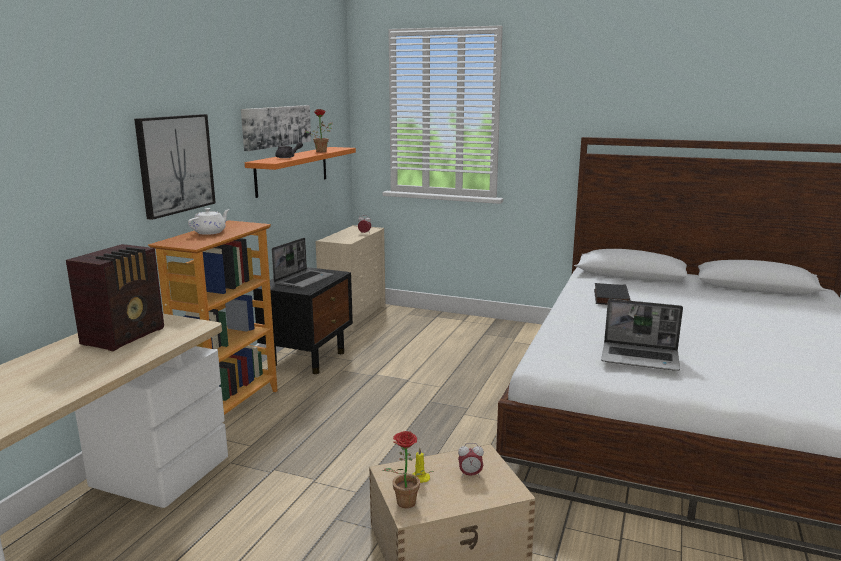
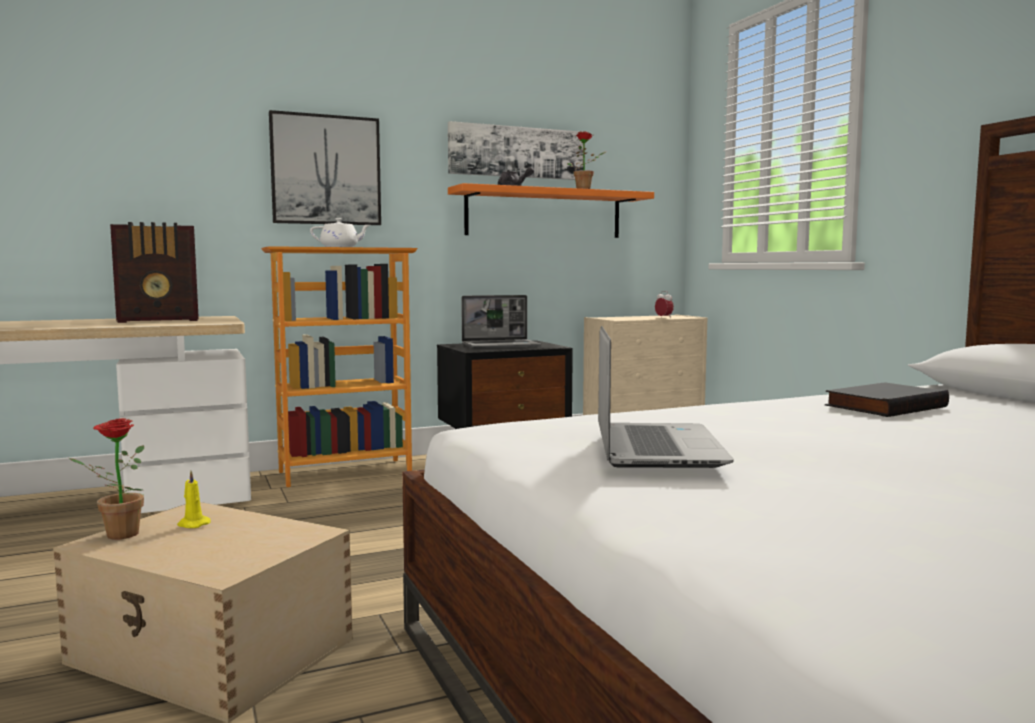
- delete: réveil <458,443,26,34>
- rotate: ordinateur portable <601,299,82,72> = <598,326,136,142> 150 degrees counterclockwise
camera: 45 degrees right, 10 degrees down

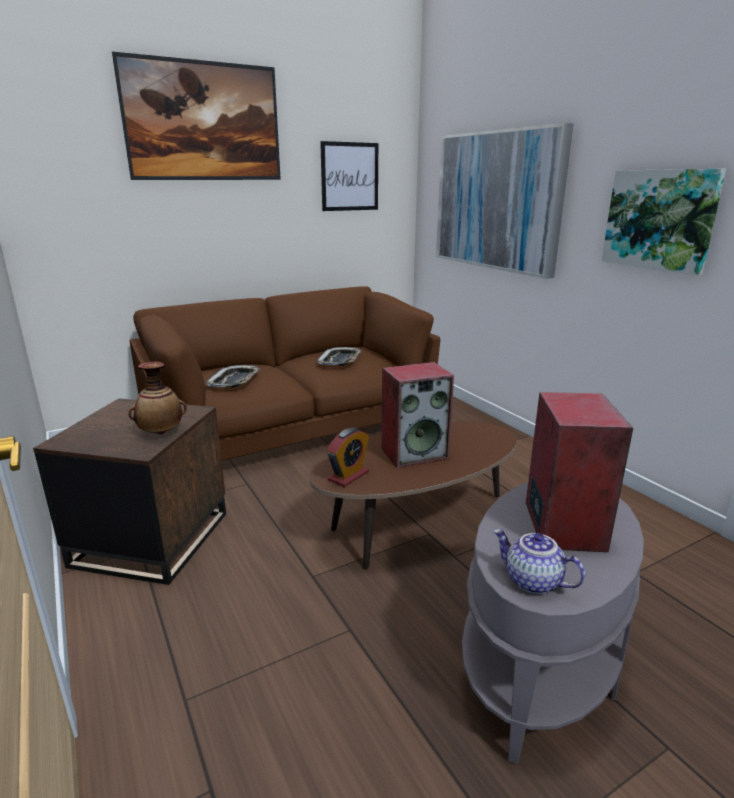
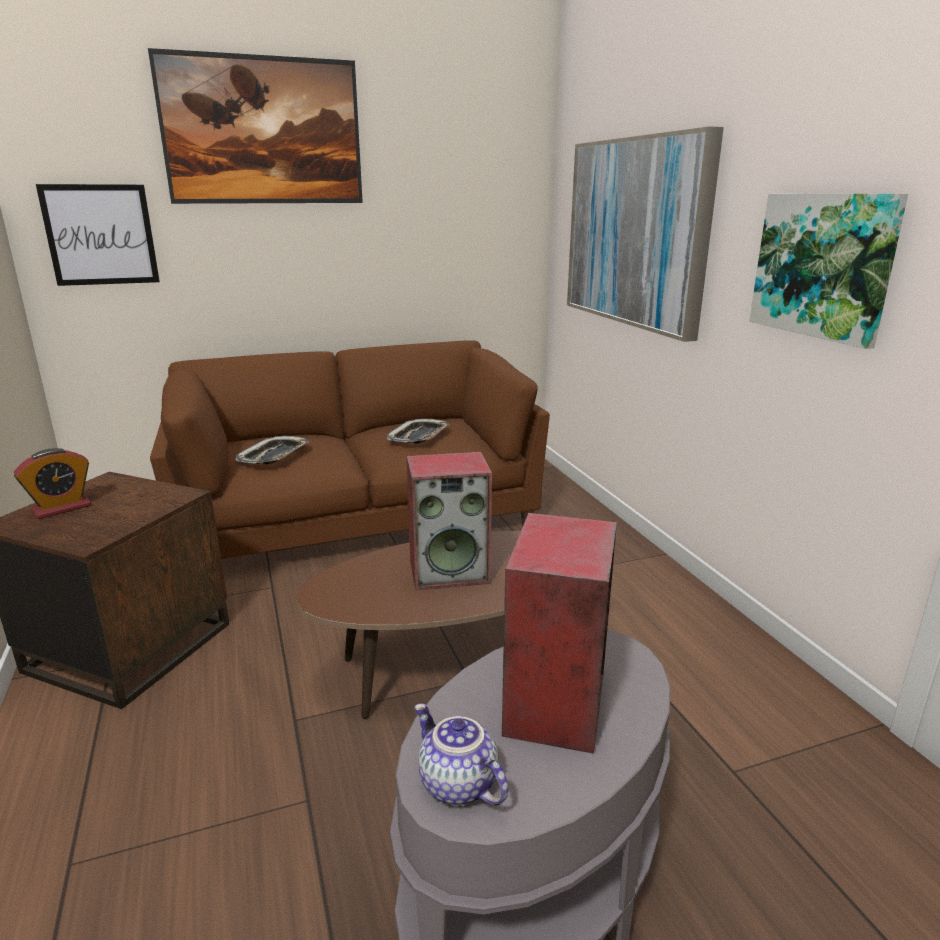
- delete: vase <129,362,58,72>
- move: tableau <320,141,58,70> to <36,184,124,102>
- move: réveil <326,428,43,59> to <14,448,77,71>
camera: 10 degrees right, 0 degrees up

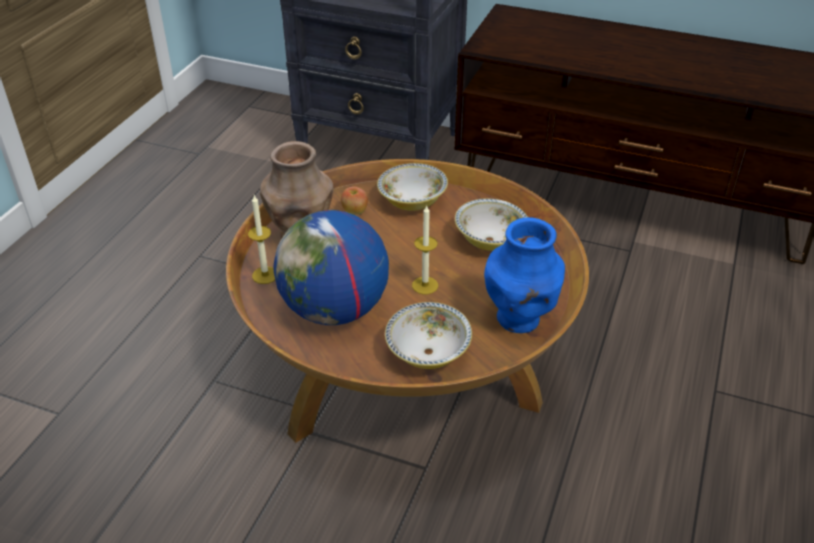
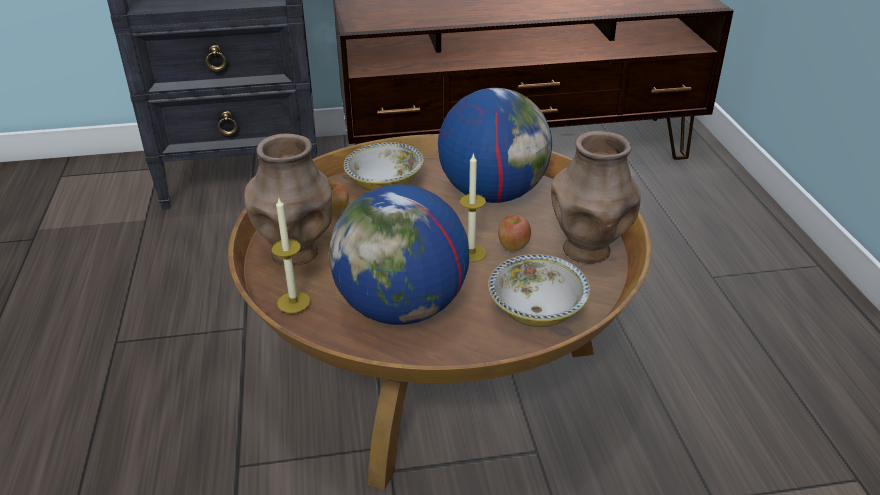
- insert: pomme <498,215,33,37>
- replace: bol <455,198,72,53> to globe <438,88,114,115>
- recolor: vase/bleu <484,217,81,116> to vase/marron <551,131,90,133>
camera: 30 degrees left, 5 degrees down

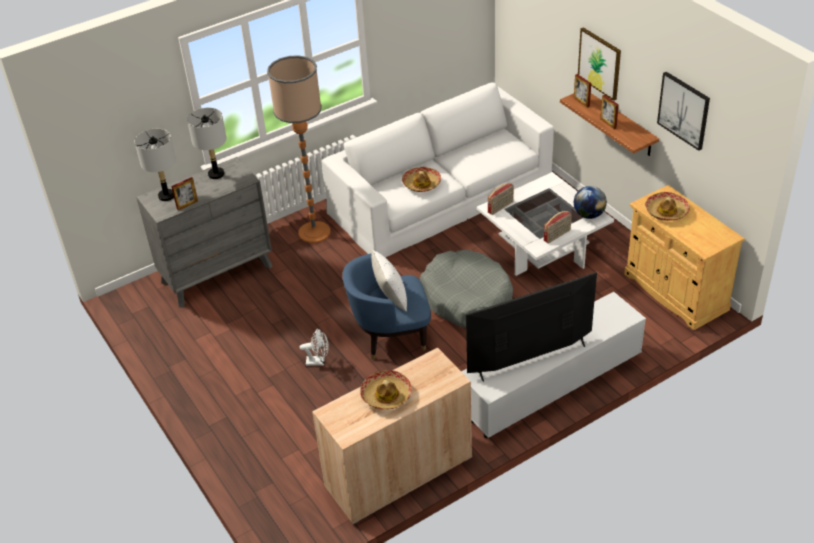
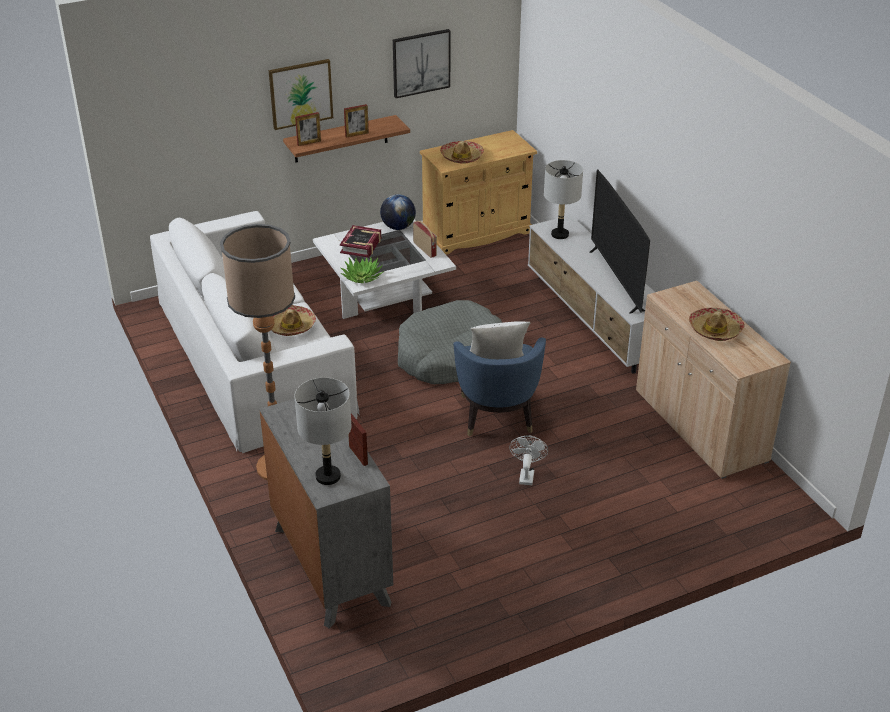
- insert: livre <340,225,41,33>
- move: lampe de table/gris <187,108,40,71> to <544,160,39,79>
- replace: radio <488,183,26,32> to plante en pot <340,257,44,26>
camera: 85 degrees left, 5 degrees down

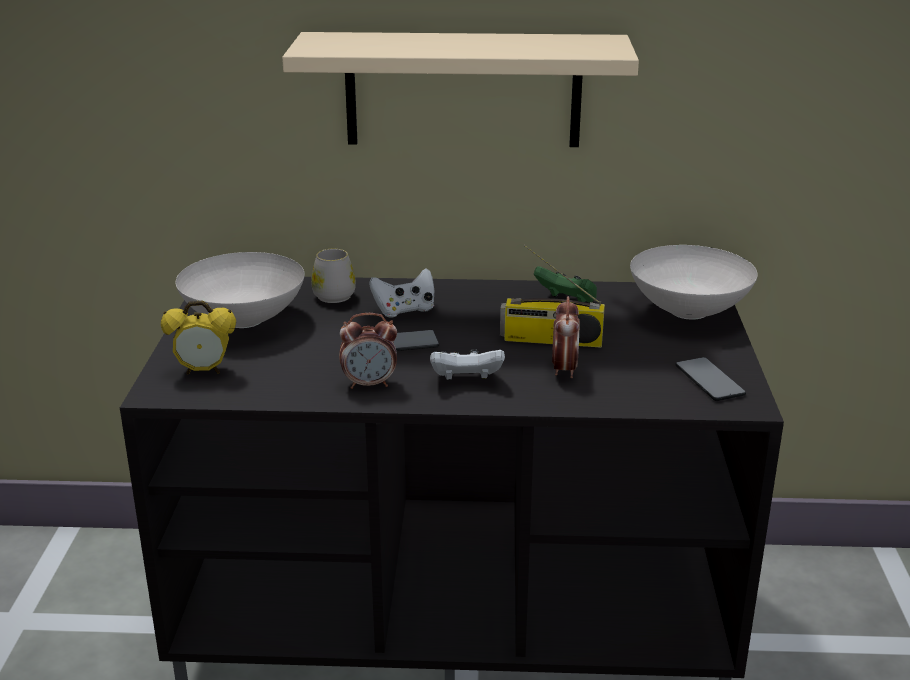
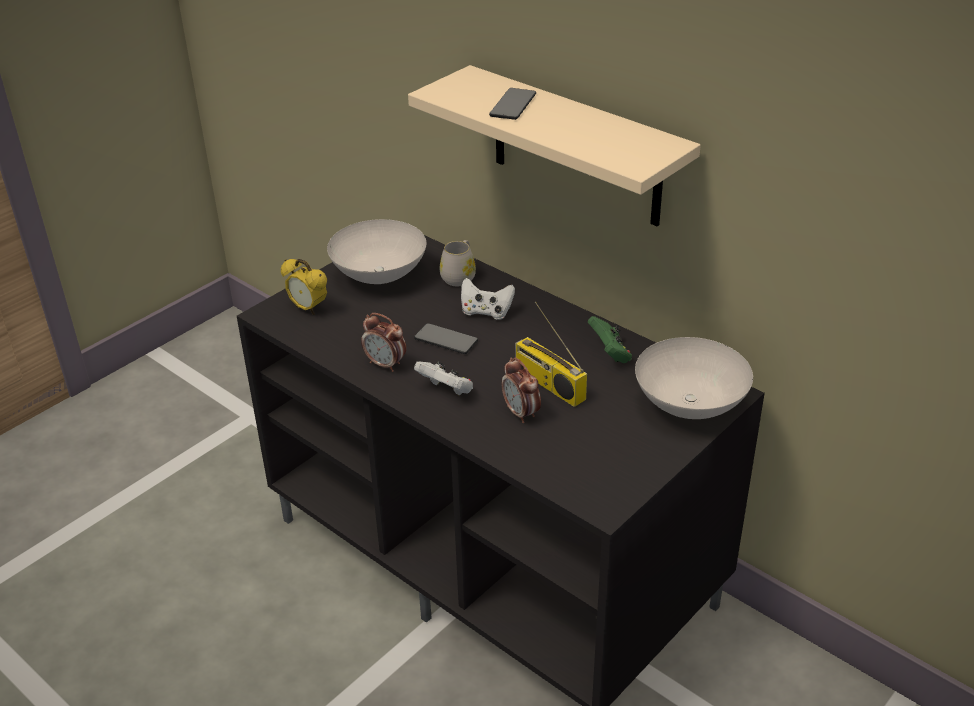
- move: téléphone <675,357,71,44> to <489,88,47,32>
- rotate: réveil <552,296,27,82> = <502,357,39,66> 105 degrees clockwise
camera: 40 degrees right, 10 degrees up

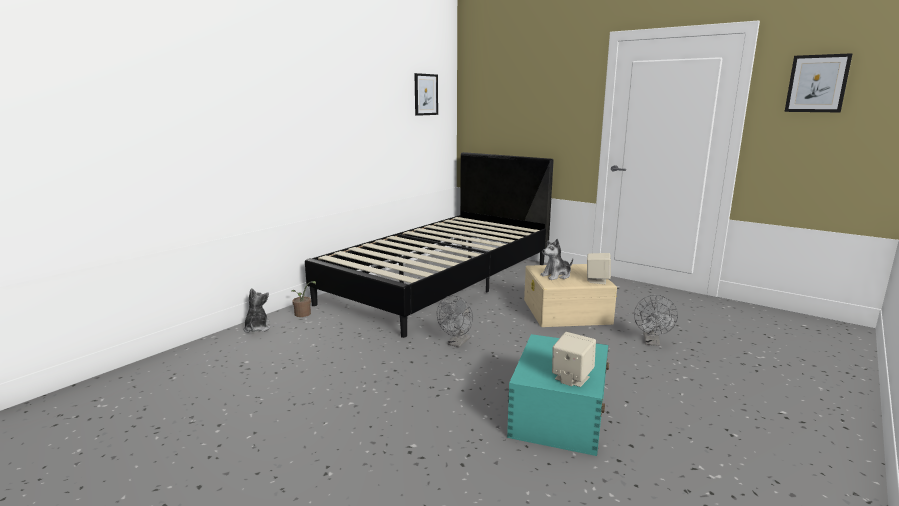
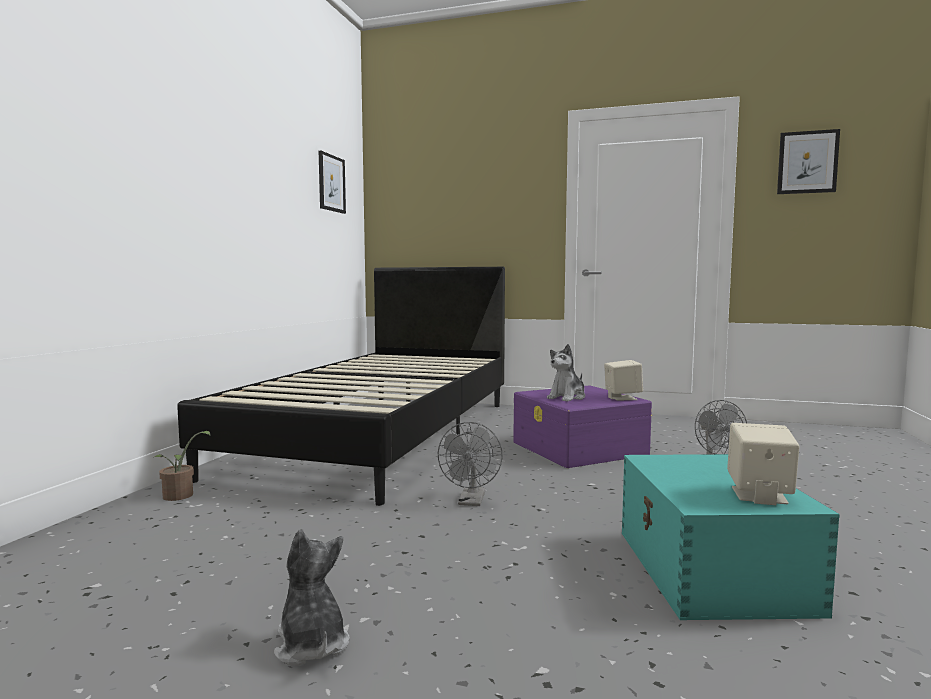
- move: peluche <243,288,28,45> to <274,530,76,136>
- recolor: boîte de rangement/beige <524,264,93,63> to boîte de rangement/violet <513,385,139,83>
camera: 20 degrees left, 10 degrees down

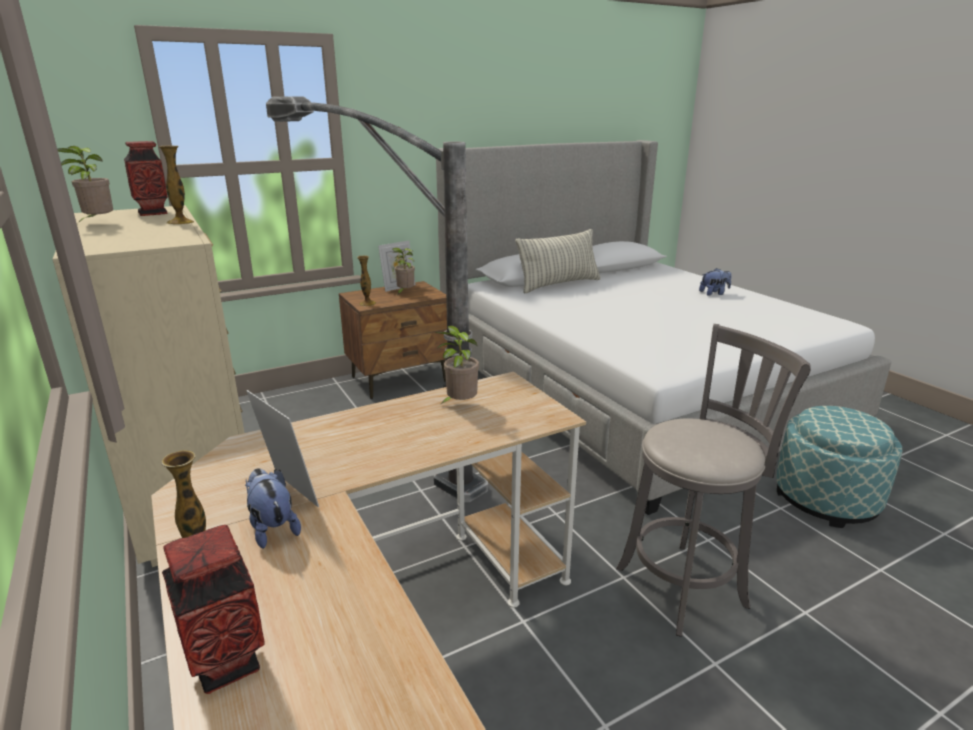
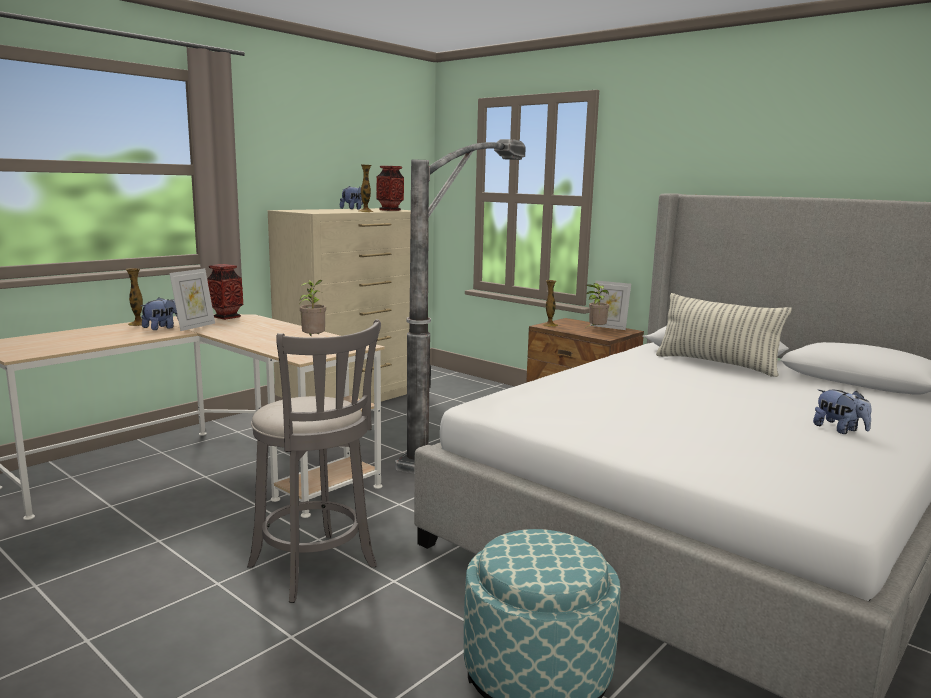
- move: vase <162,525,103,169> to <207,264,36,56>
- replace: plante en pot <57,146,56,77> to peluche <340,186,23,24>
camera: 70 degrees right, 10 degrees down

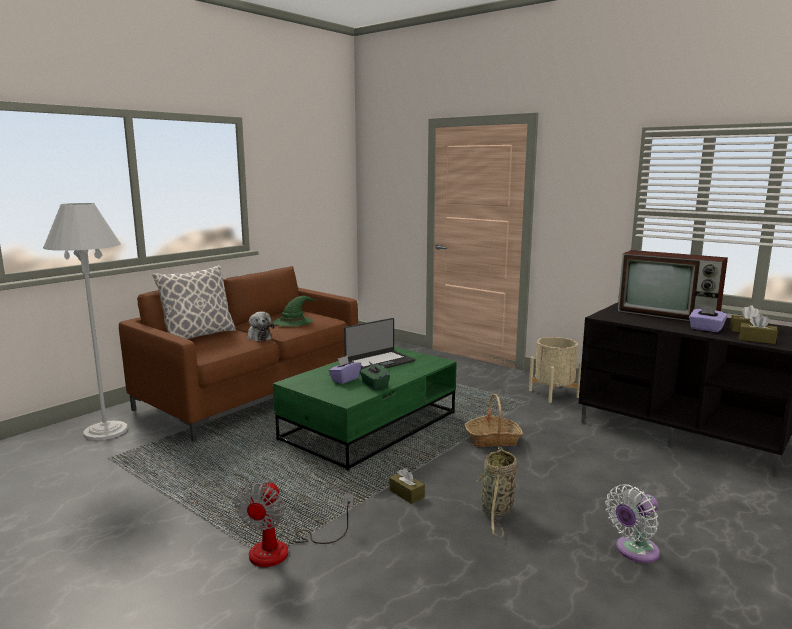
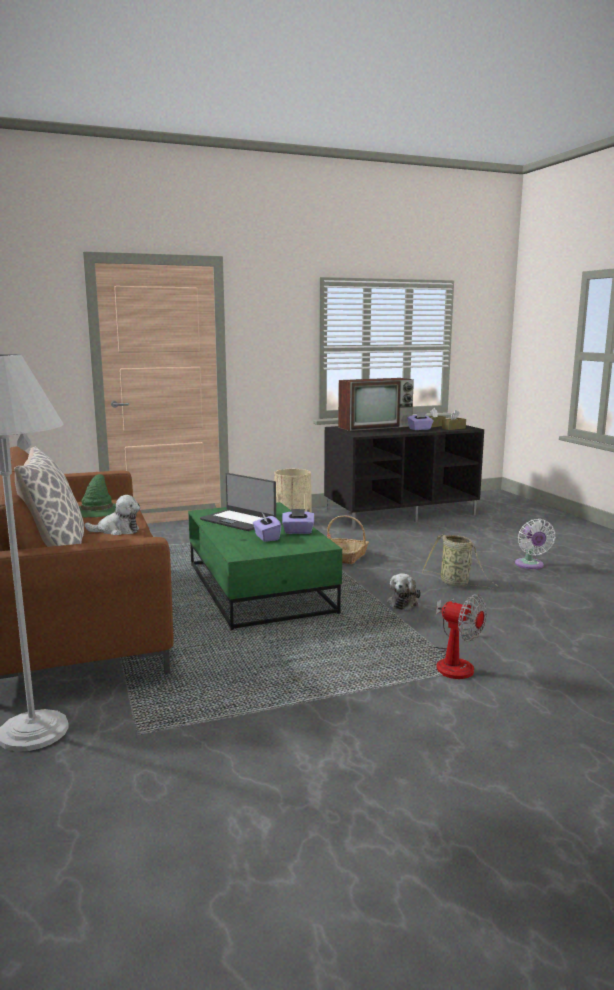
- replace: boîte à mouchoirs/marron <389,468,36,36> to peluche <387,573,34,37>
- recolor: boîte à mouchoirs/vert <360,362,30,28> to boîte à mouchoirs/violet <282,509,32,25>
- rotate: ordinateur portable <344,318,71,52> = <200,473,76,58> 135 degrees clockwise
camera: 60 degrees left, 0 degrees up

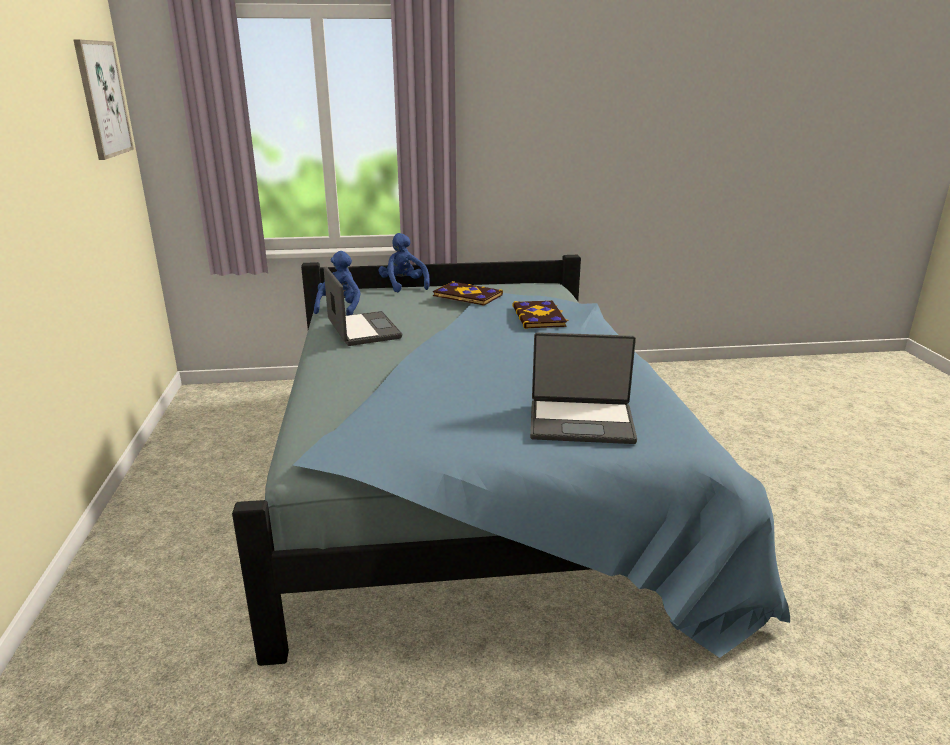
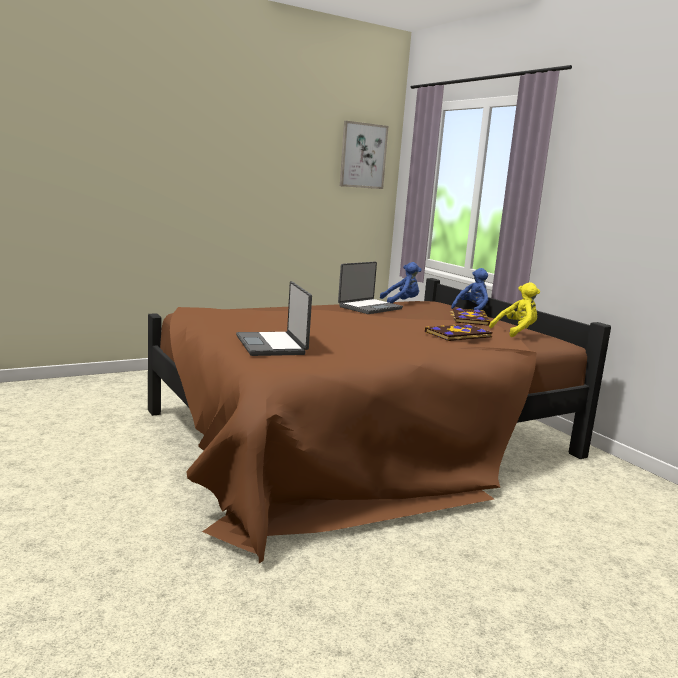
- insert: peluche/jaune <489,282,51,55>
- recolor: lit/bleu <232,255,558,411> to lit/marron <148,278,463,285>
camera: 65 degrees right, 10 degrees down

